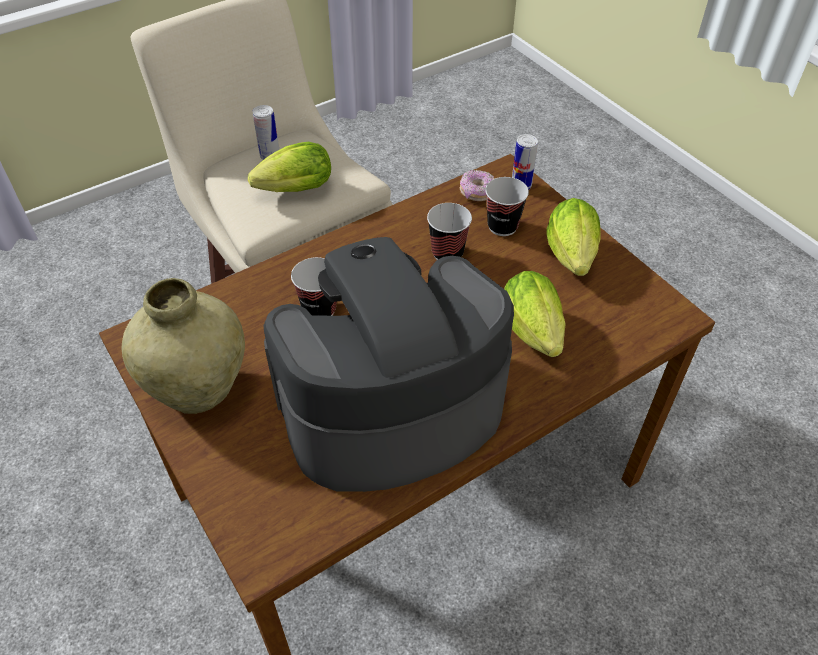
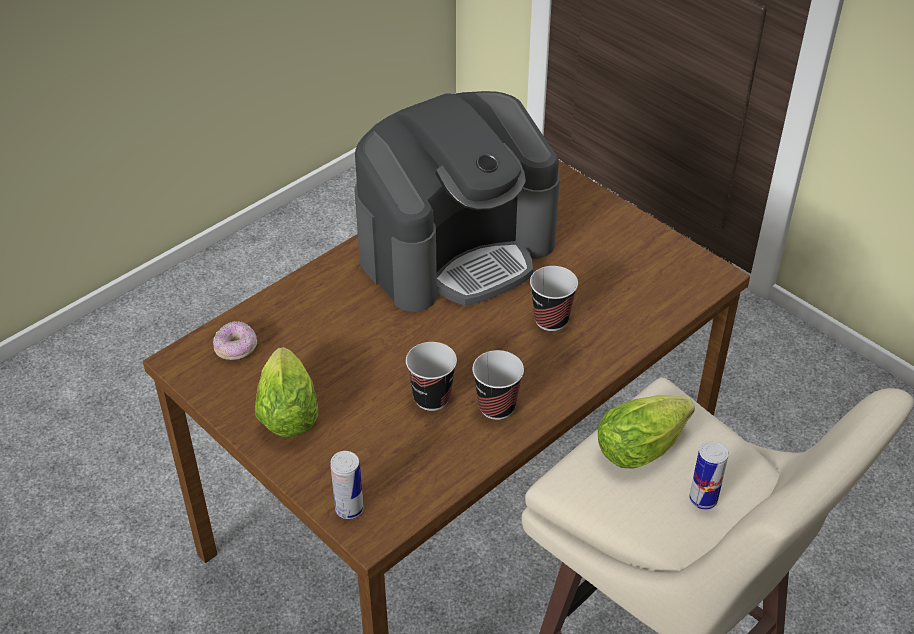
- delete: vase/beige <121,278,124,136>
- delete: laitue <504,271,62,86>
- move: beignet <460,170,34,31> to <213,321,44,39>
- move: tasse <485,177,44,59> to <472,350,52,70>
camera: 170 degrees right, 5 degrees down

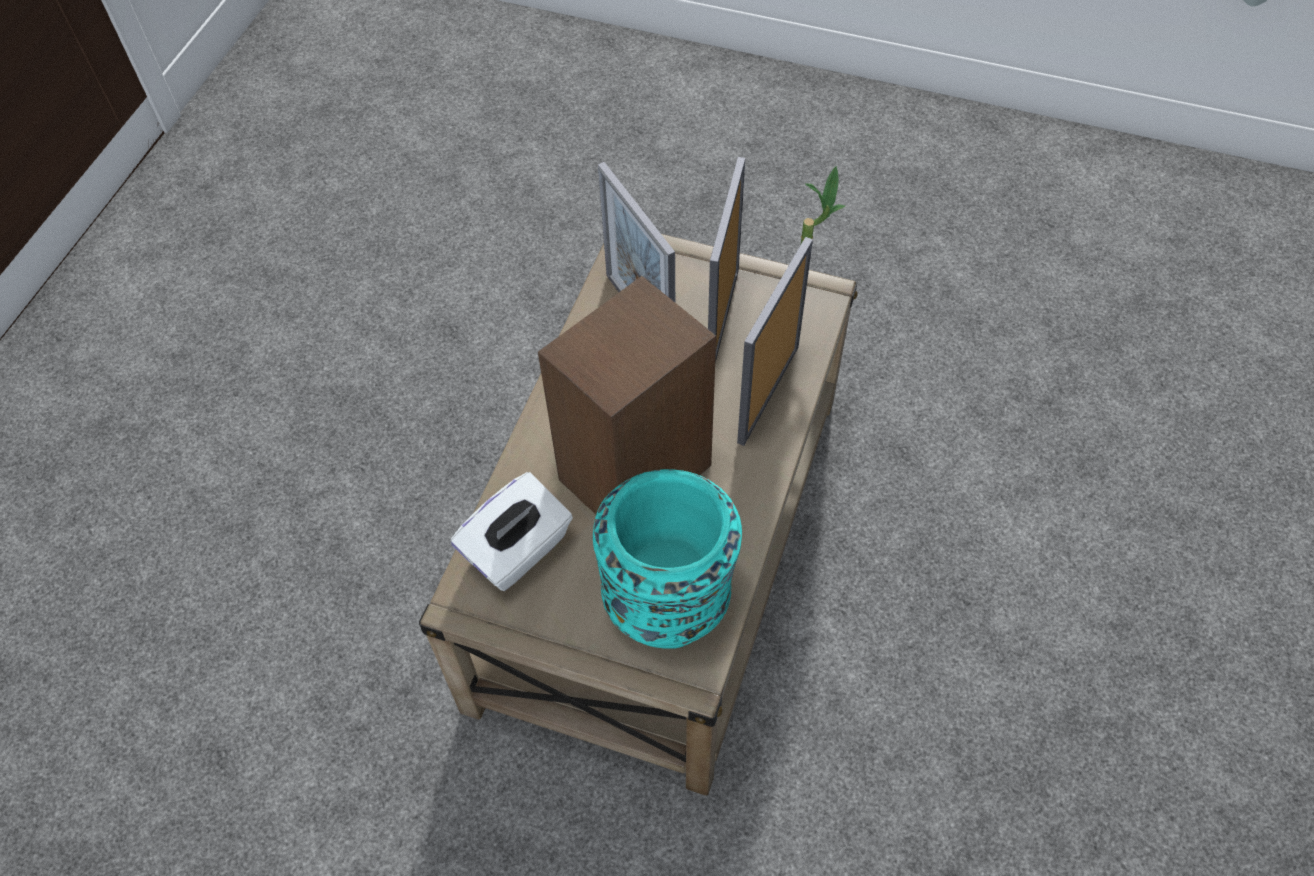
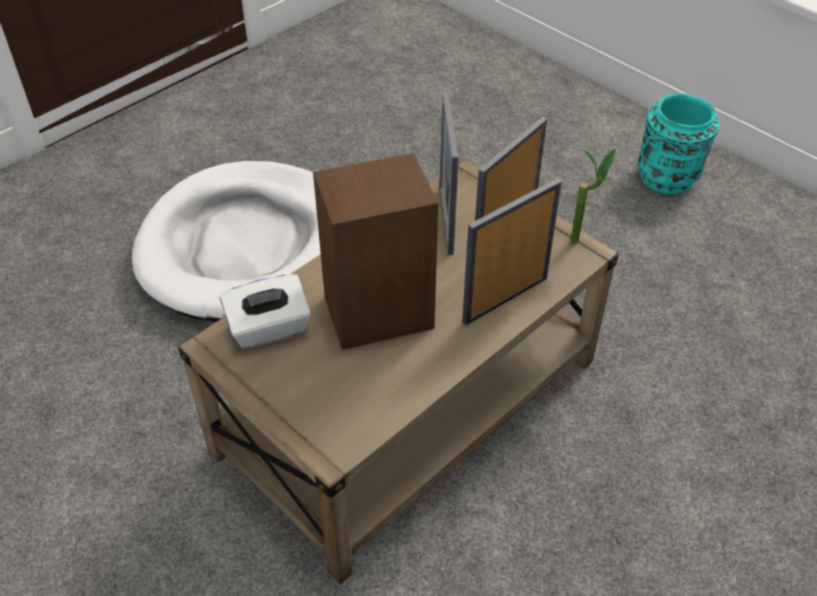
- insert: panier pour chien/blanc <132,161,189,161>
- move: vase/turquoise <593,469,149,180> to <638,93,82,102>
camera: 25 degrees right, 10 degrees down

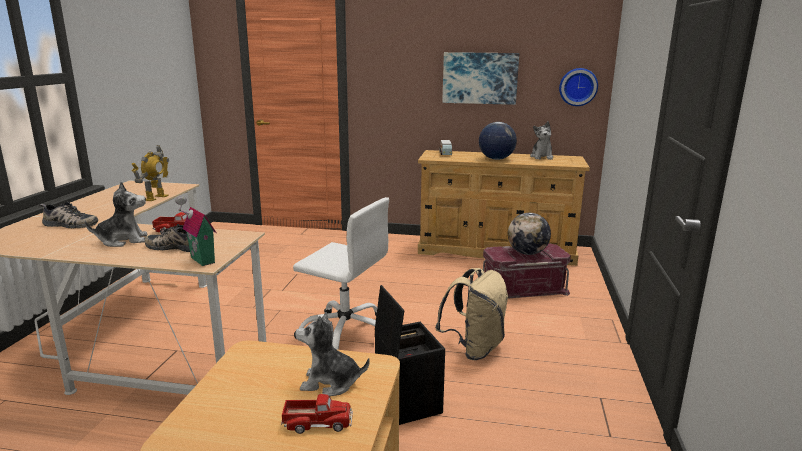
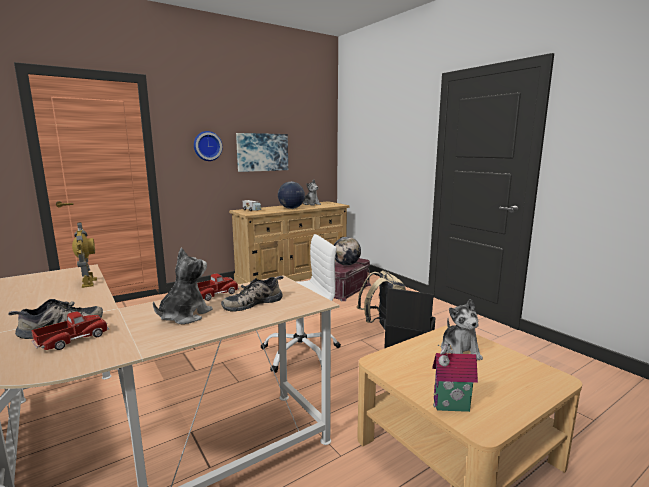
- move: maison miniature <175,196,42,70> to <432,344,46,68>
- move: camion jouet <281,394,72,40> to <31,312,78,38>
- move: horloge murale <559,68,39,38> to <194,131,29,30>
- rotate: peluche <295,312,75,84> = <441,299,42,61> 60 degrees counterclockwise
camera: 45 degrees left, 5 degrees down

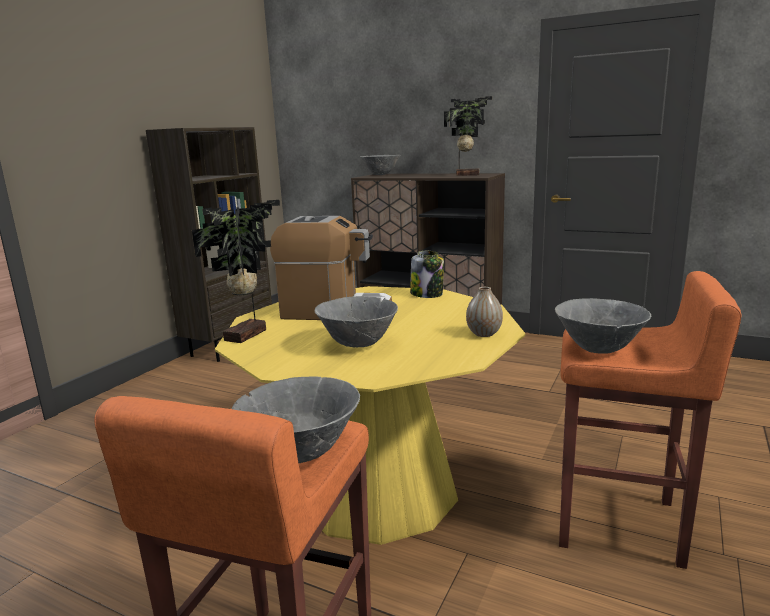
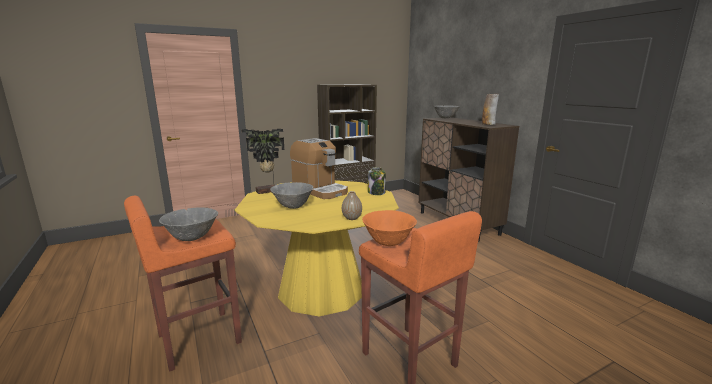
- replace: plante en pot <444,96,48,80> to vase <482,94,17,31>
- recolor: bol/gris <555,298,96,56> to bol/orange <362,210,55,36>
camera: 35 degrees right, 0 degrees up

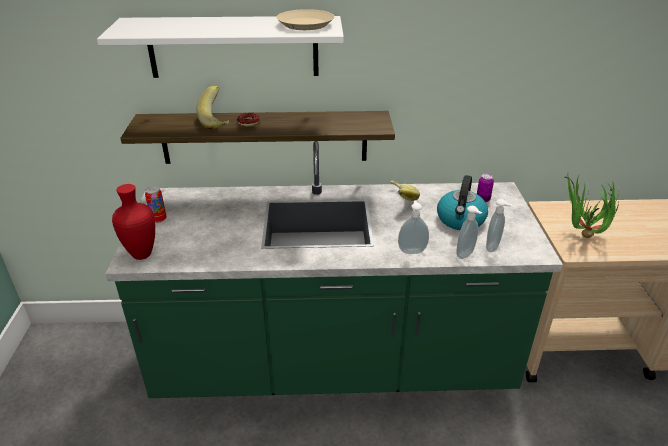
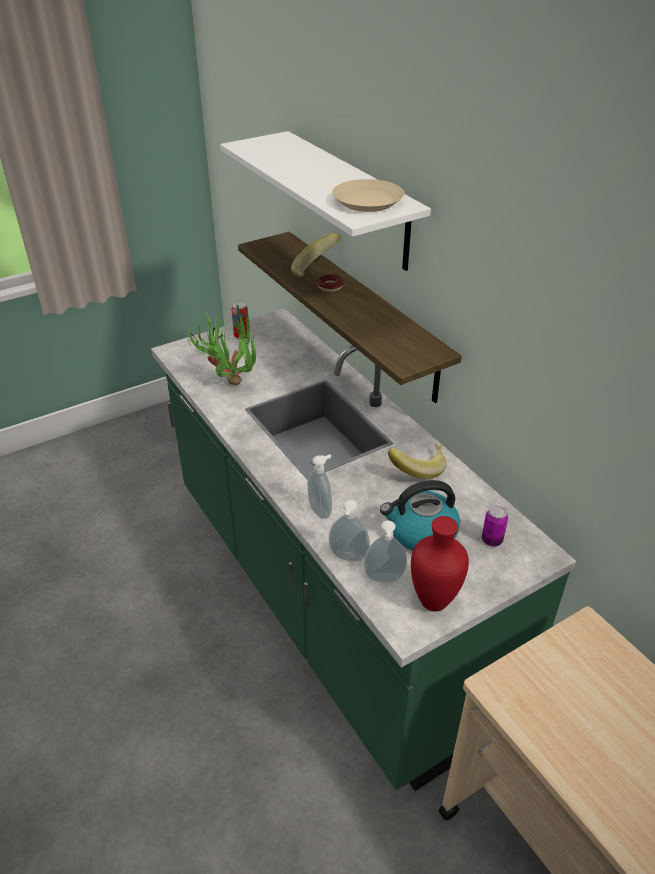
- move: vase/rouge <112,184,43,76> to <411,516,58,96>
- move: plante en pot <562,175,57,63> to <185,305,71,80>
camera: 60 degrees right, 5 degrees up

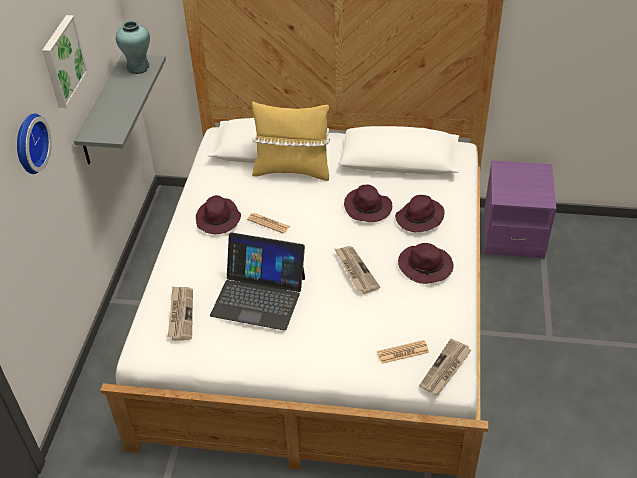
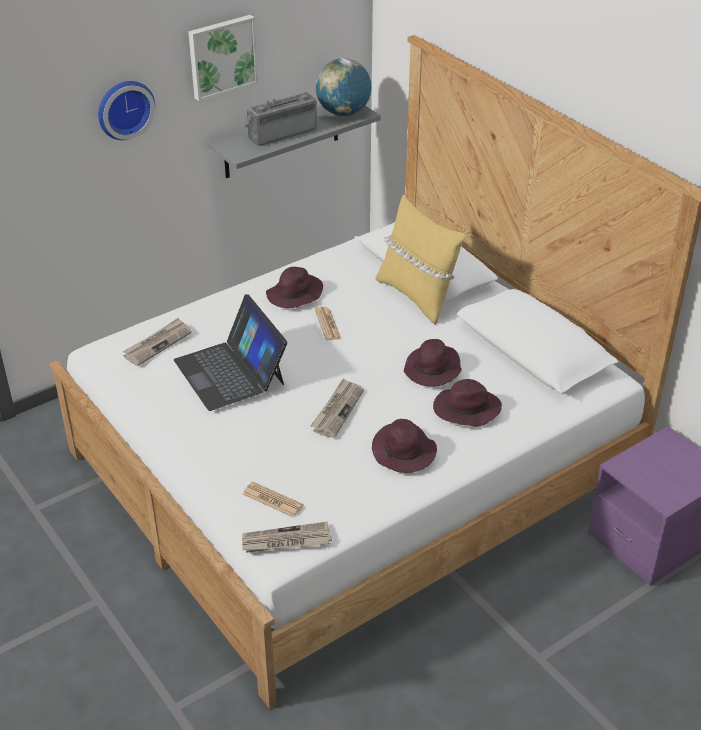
- insert: radio <243,92,74,54>
- replace: vase/turquoise <116,21,34,53> to globe <315,58,57,58>
camera: 45 degrees right, 5 degrees down

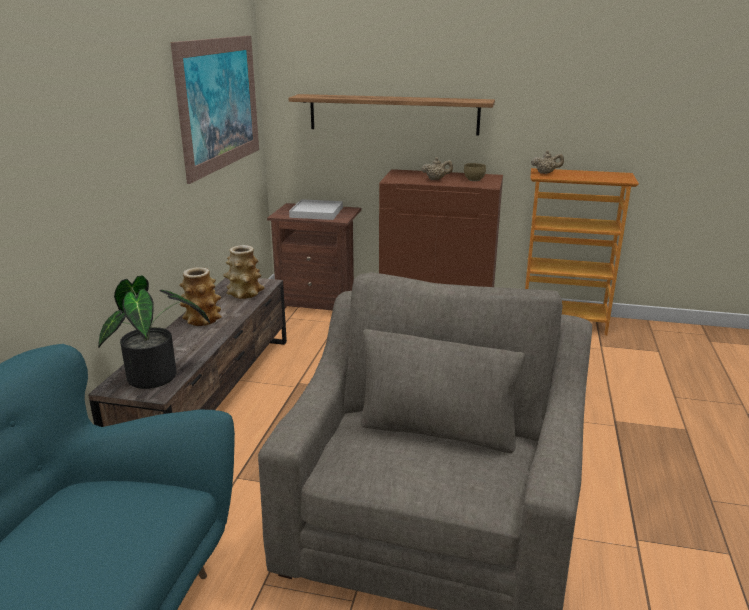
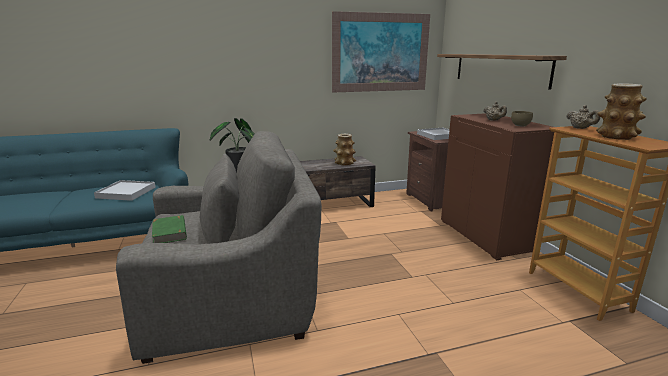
- insert: plateau/blanc <94,180,62,21>
- insert: livre/vert <152,215,35,28>
- move: vase <179,267,43,59> to <596,83,51,57>
camera: 60 degrees right, 5 degrees down

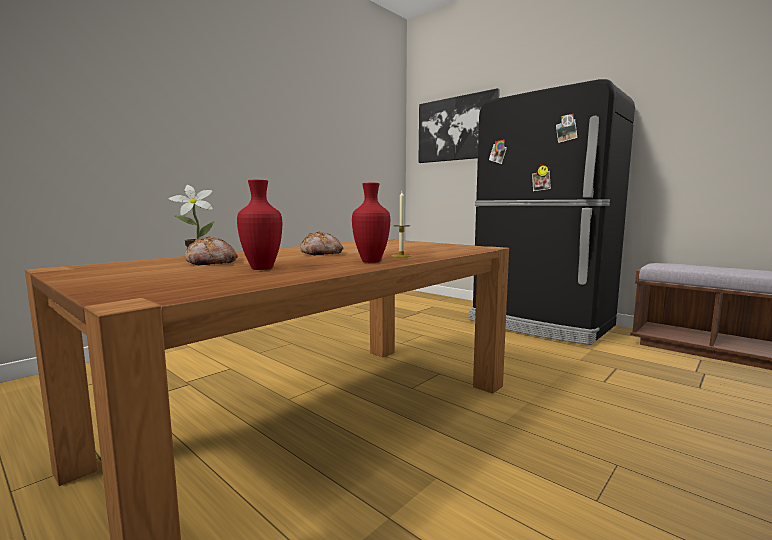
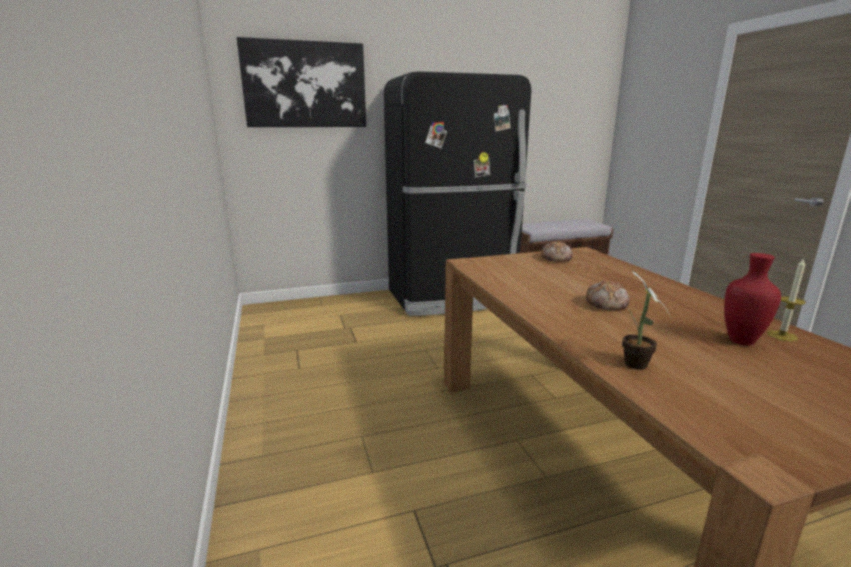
- delete: vase/rouge <352,183,38,80>
- move: pain <185,236,53,30> to <541,241,32,20>
- move: bougie <392,192,19,65> to <767,257,39,84>
camera: 60 degrees left, 10 degrees up

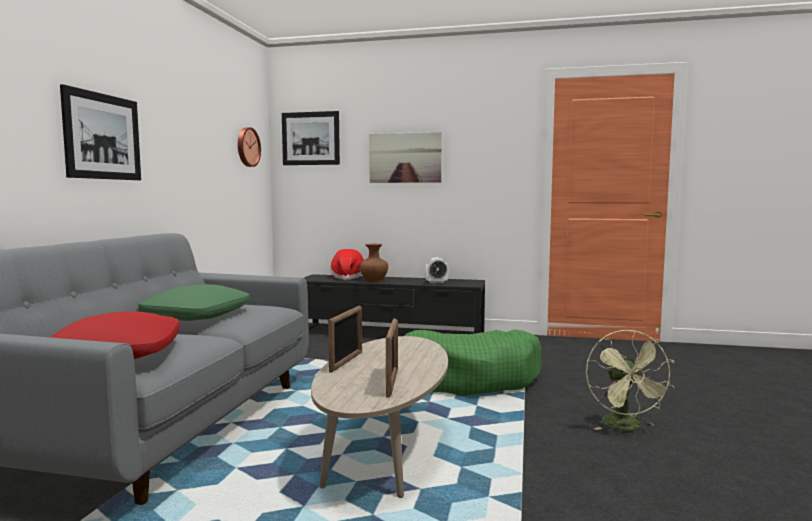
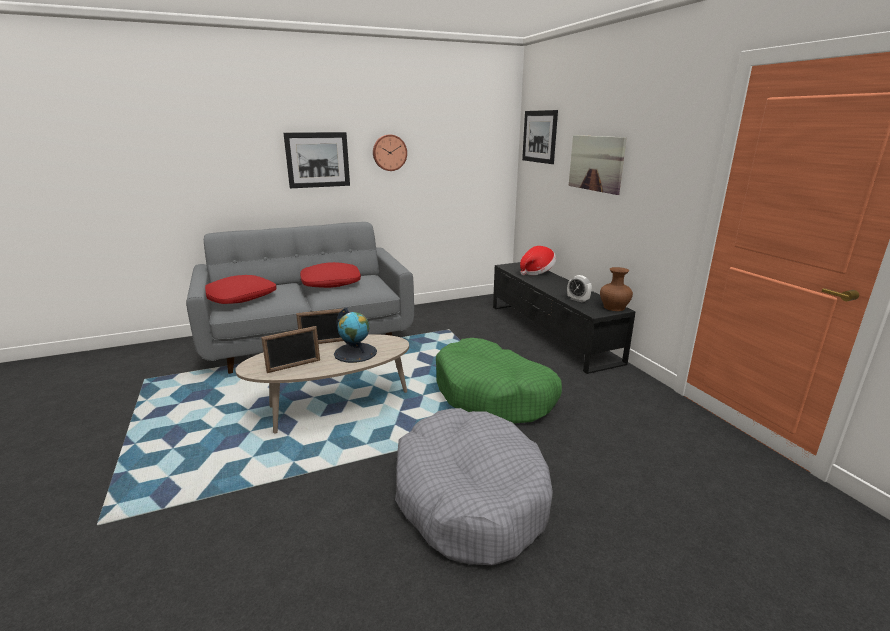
- insert: globe <334,308,43,55>
- move: horloge murale <238,127,23,40> to <373,135,34,36>
- move: vase/marron <360,244,28,38> to <600,267,33,44>
- replace: ventilateur/vert <586,330,89,101> to panier pour chien/gris <395,408,158,157>
- recolor: coussin/vert <138,284,112,37> to coussin/rouge <300,262,61,26>
camera: 55 degrees right, 15 degrees up

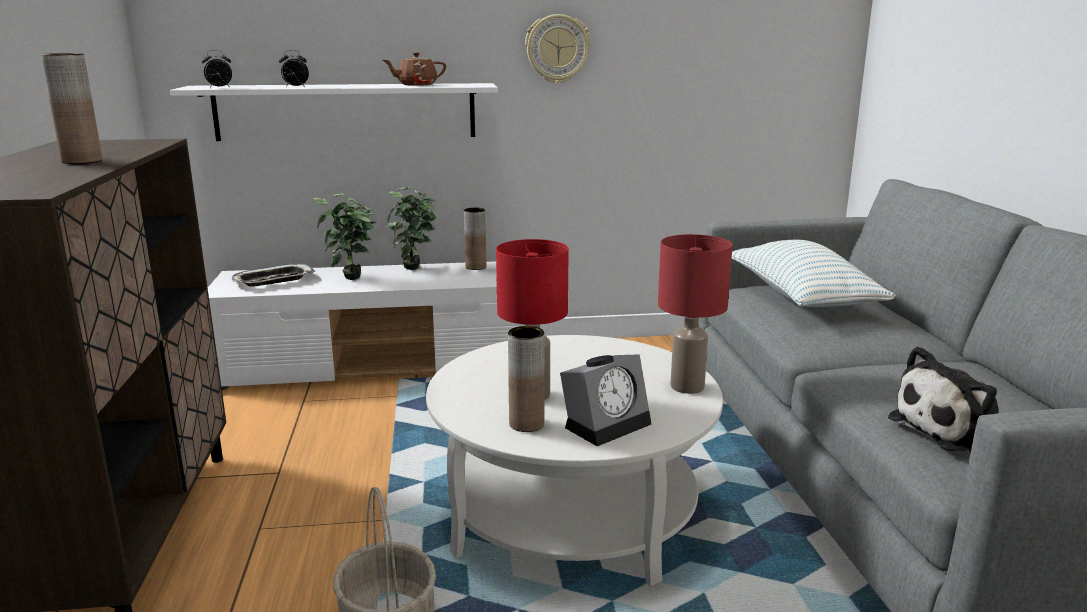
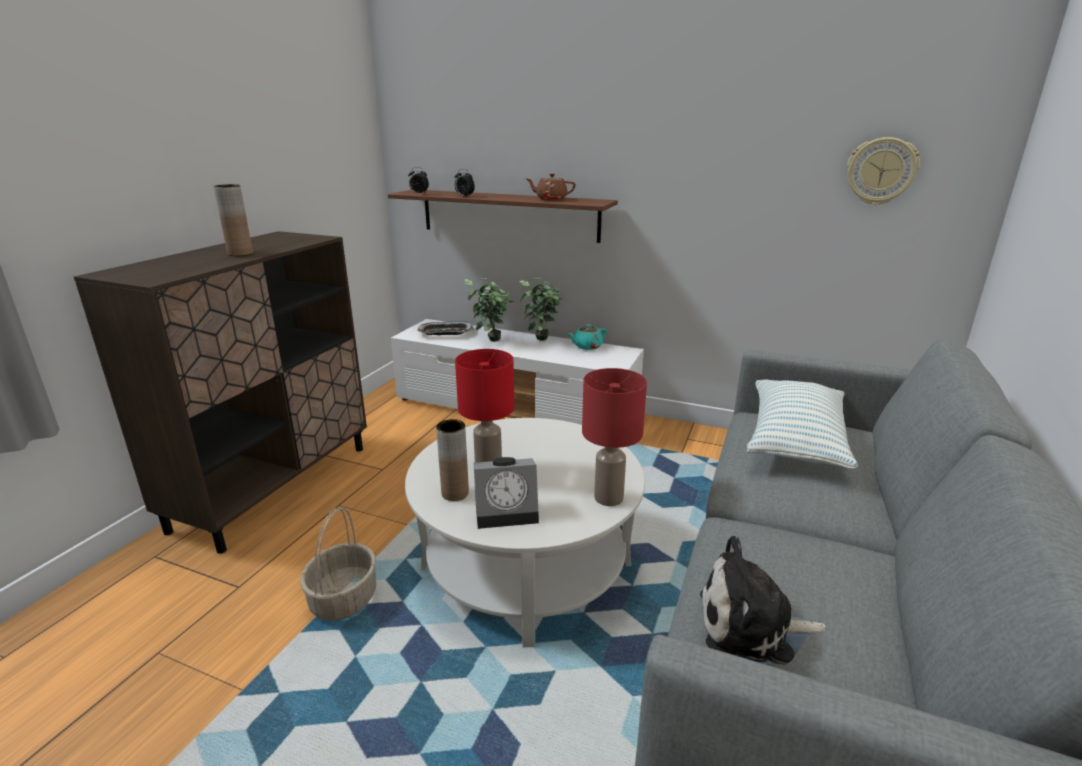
- move: horloge murale <525,14,66,70> to <847,137,73,68>
- replace: vase/marron <464,208,22,62> to théière/turquoise <568,324,39,26>
- recolor: étagère/blanc <170,83,328,58> to étagère/marron <388,190,230,53>
camera: 30 degrees right, 5 degrees up

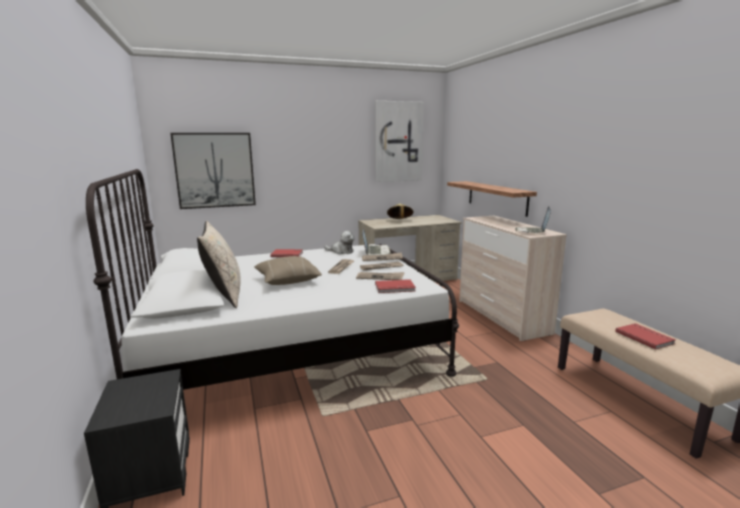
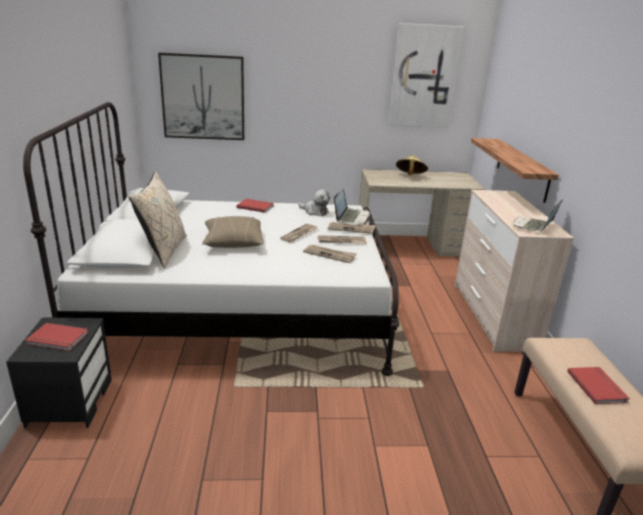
- move: livre/rouge <375,279,41,14> to <25,323,64,28>
camera: 15 degrees right, 10 degrees up

